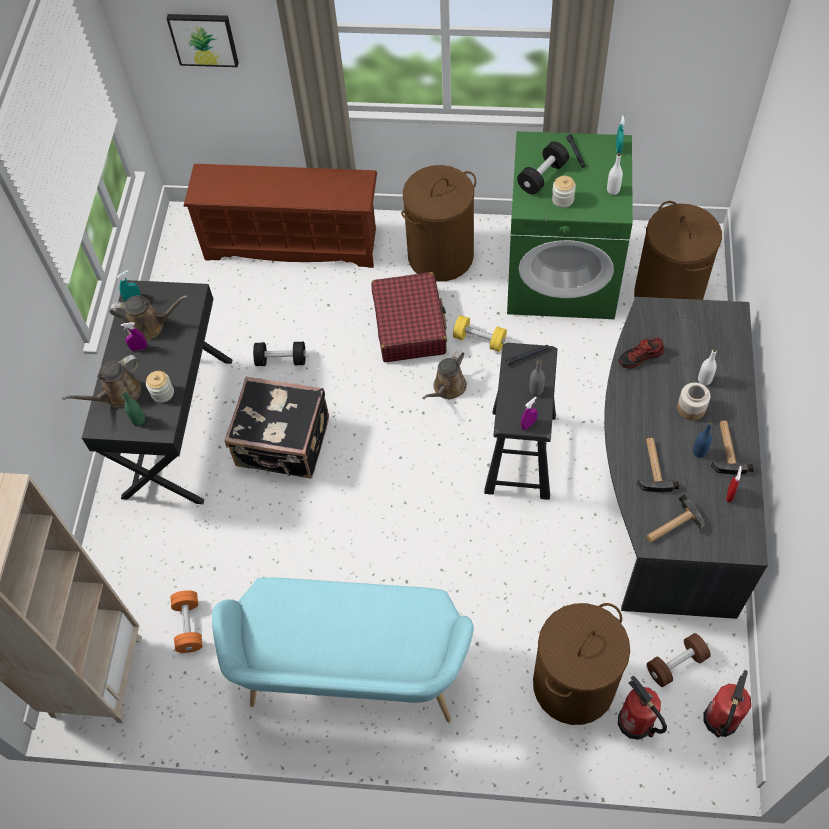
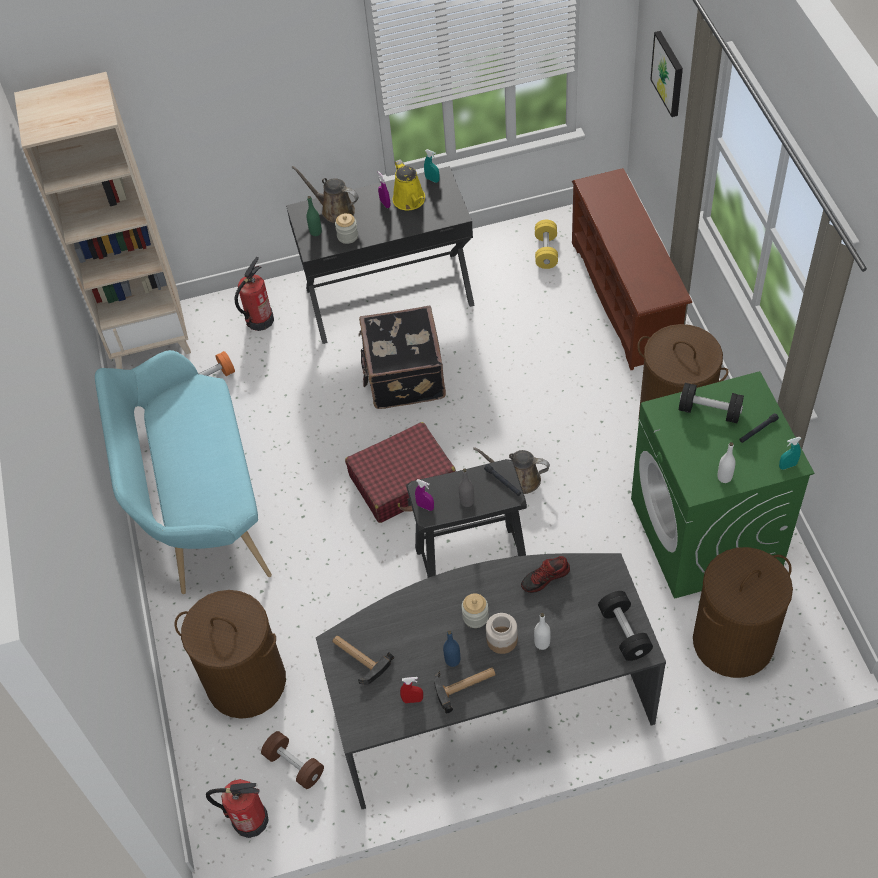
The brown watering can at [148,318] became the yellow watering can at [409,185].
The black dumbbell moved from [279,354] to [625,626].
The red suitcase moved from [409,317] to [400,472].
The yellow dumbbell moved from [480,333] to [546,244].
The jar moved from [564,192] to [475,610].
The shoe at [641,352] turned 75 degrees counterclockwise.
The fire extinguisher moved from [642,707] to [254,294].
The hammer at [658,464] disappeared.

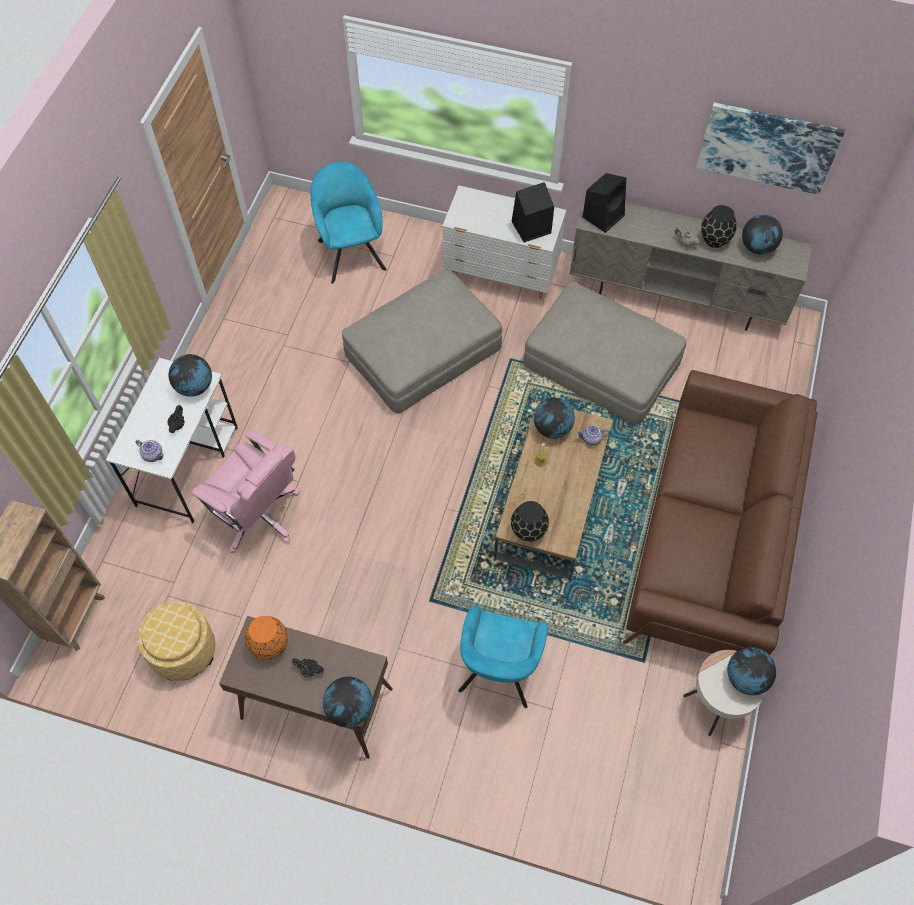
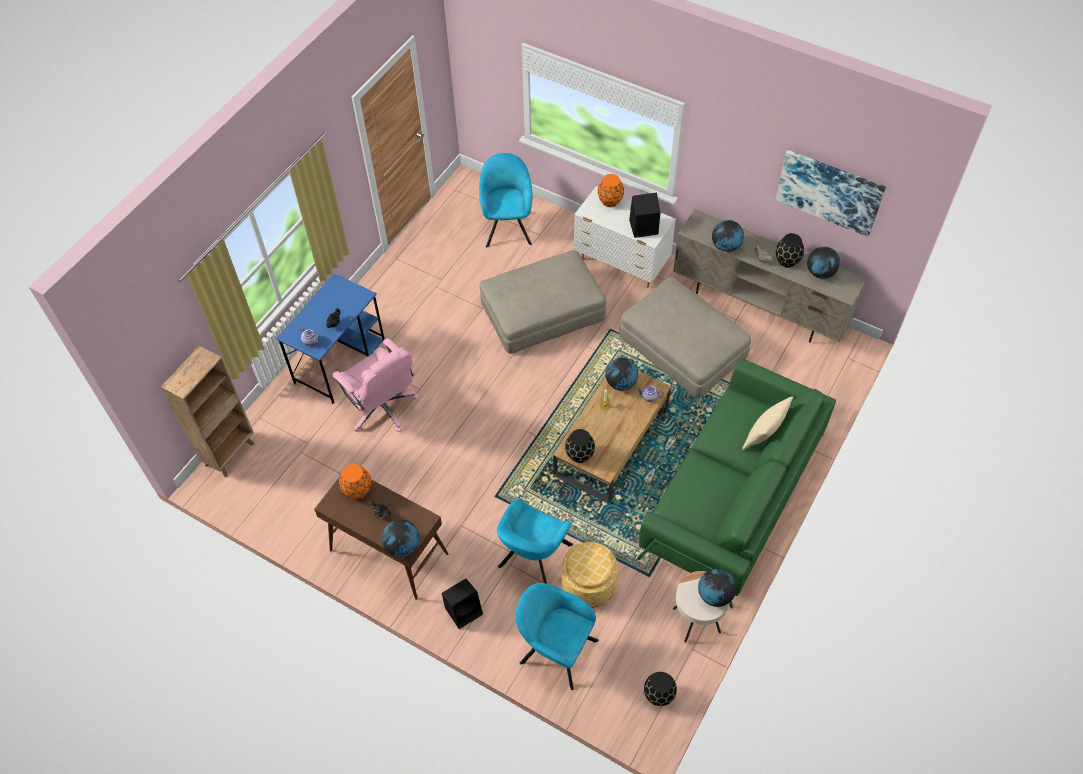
The white desk at [172,440] became the blue desk at [330,338].
The ottoman moved from [176,641] to [589,575].
The globe moved from [190,375] to [728,236].
The black speaker moved from [604,203] to [462,604].
The brown sofa at [720,512] became the green sofa at [736,483].
The turquoise armchair at [557,636] appeared.
The orange vase at [611,190] appeared.
The black vase at [660,689] appeared.
The beige pillow at [768,423] appeared.

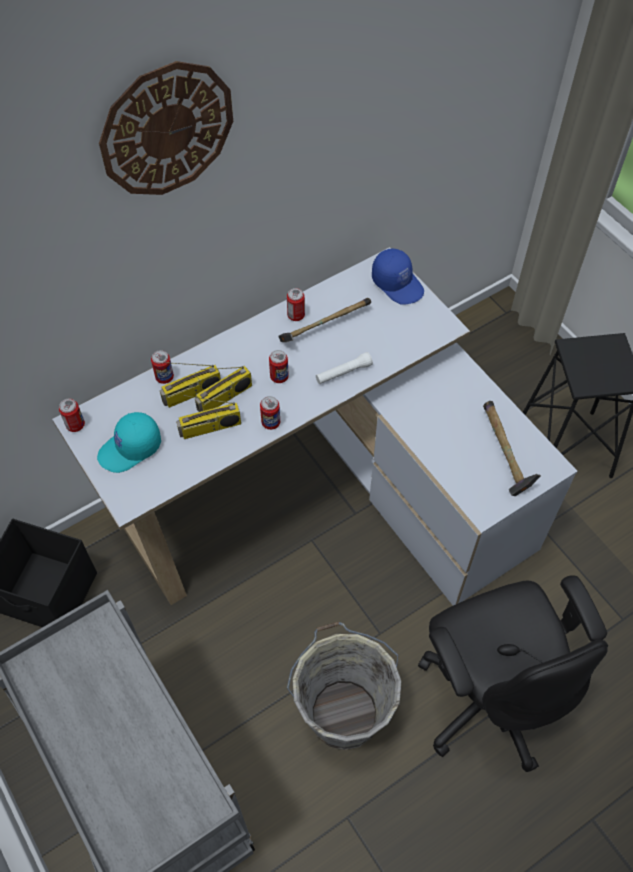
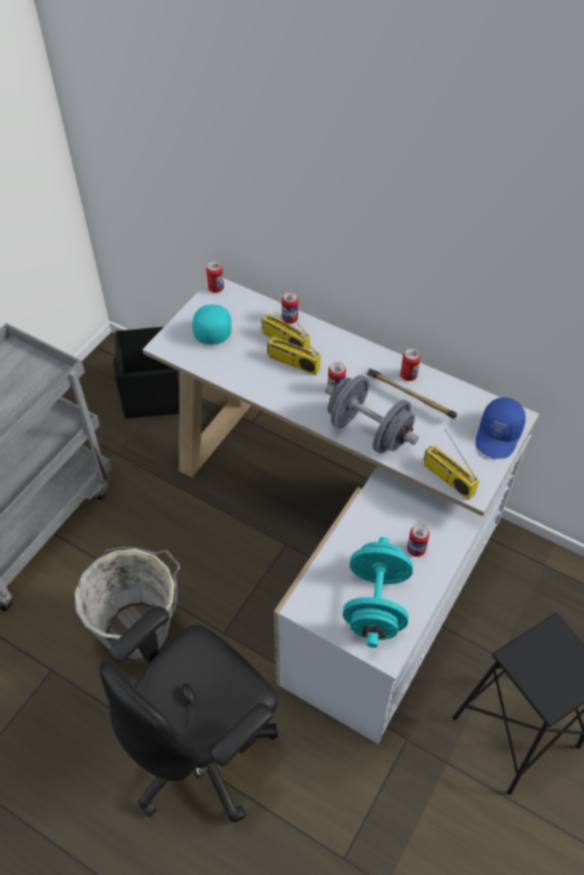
The turquoise cap at [129,442] turned 60 degrees clockwise.
The wall clock at [166,128] disappeared.
The radio moved from [208,417] to [451,464].
The can moved from [270,413] to [418,540].
The white flashlight at [344,368] was replaced by the grey dumbbell at [372,414].
The hammer at [512,448] was replaced by the turquoise dumbbell at [378,592].

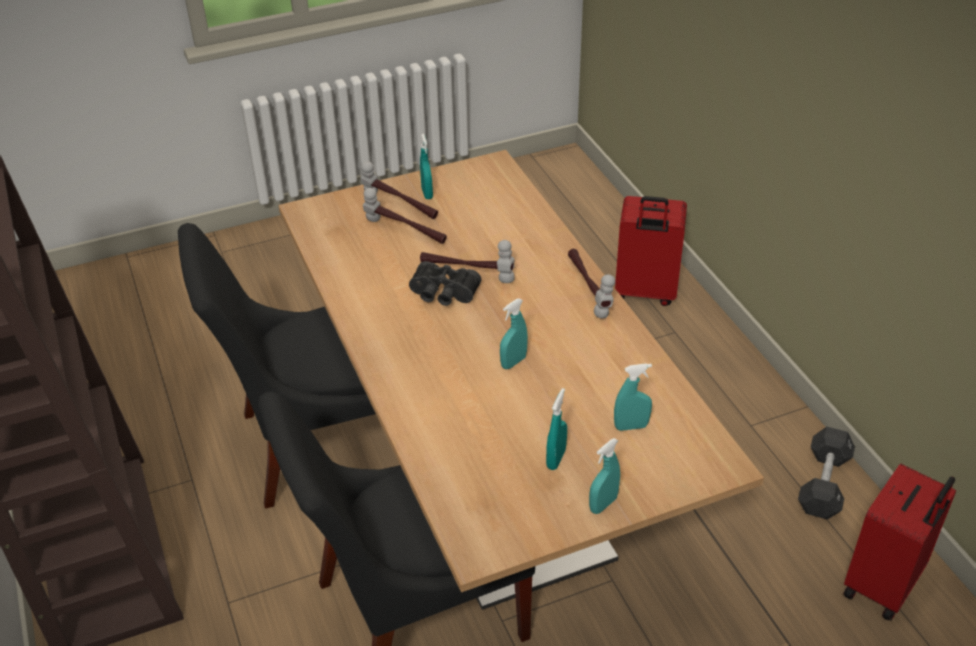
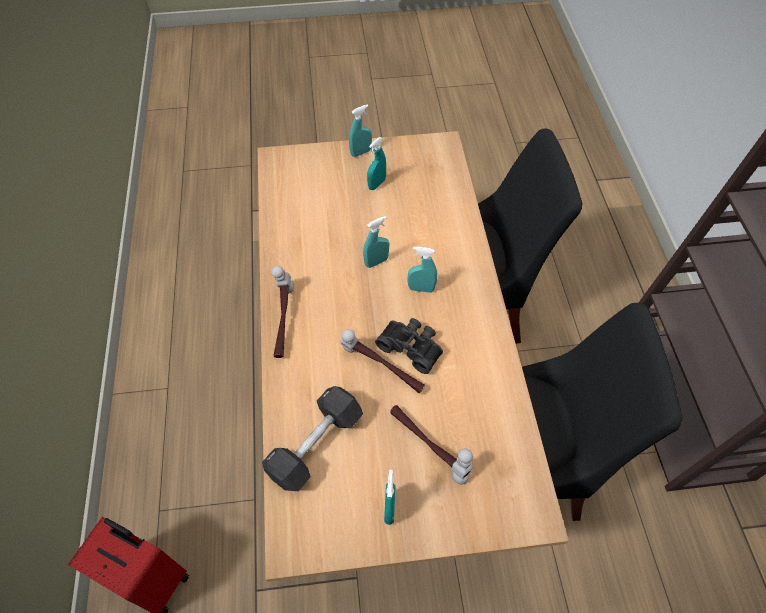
The hammer at [399,190] disappeared.
The turquoise spray bottle moved from [633,397] to [422,270].
The black dumbbell moved from [826,473] to [312,438].
The red suitcase at [899,542] disappeared.

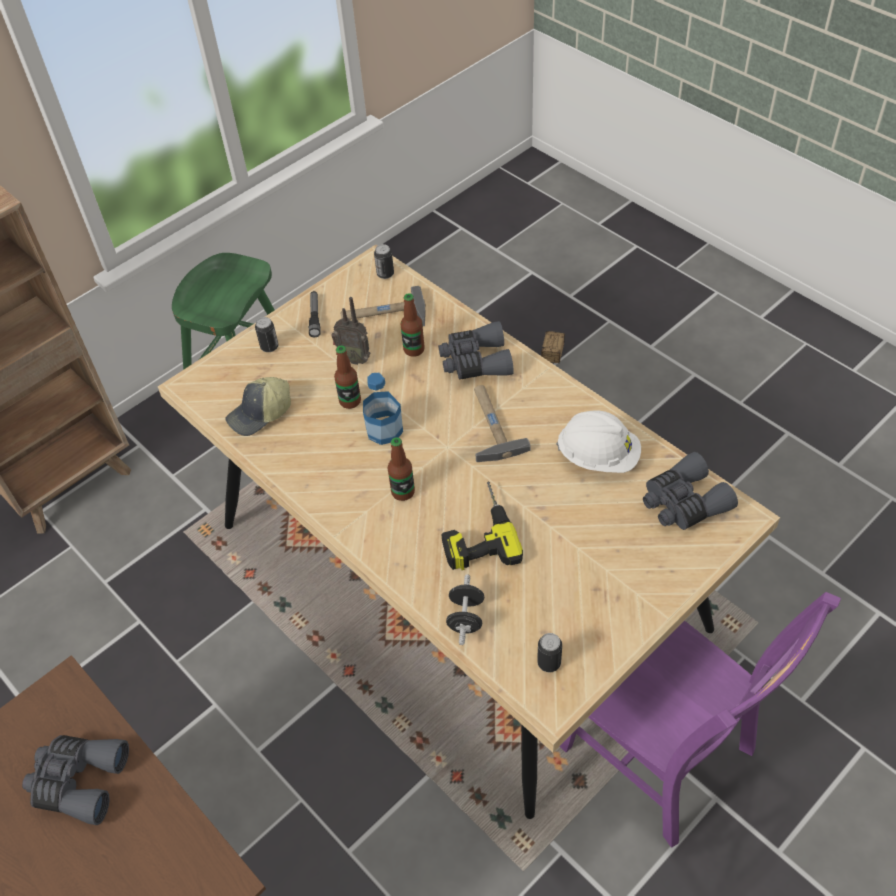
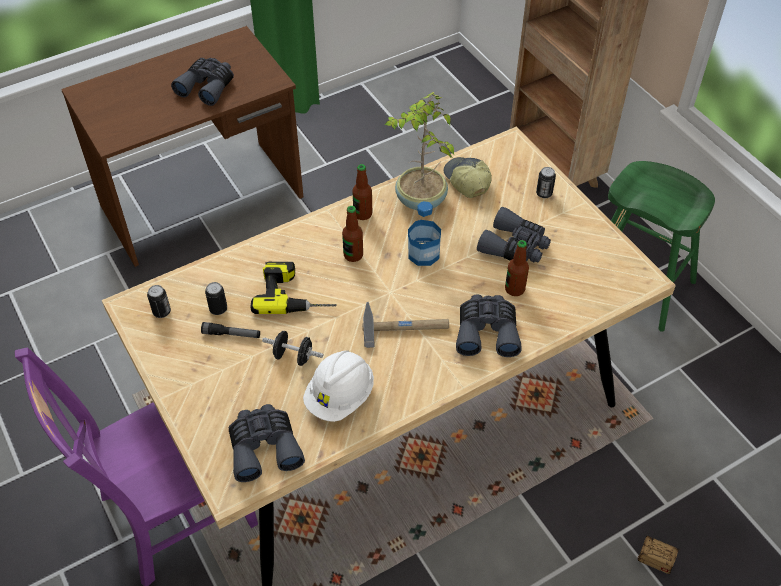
The flashlight moved from [314,314] to [230,330].
The radio at [350,331] was replaced by the grey binoculars at [514,234].
The bottle moved from [347,377] to [362,192].
The hammer at [383,306] disappeared.
The can moved from [384,261] to [216,298].
The black dumbbell moved from [465,609] to [293,348].
The potted plant at [419,151] appeared.

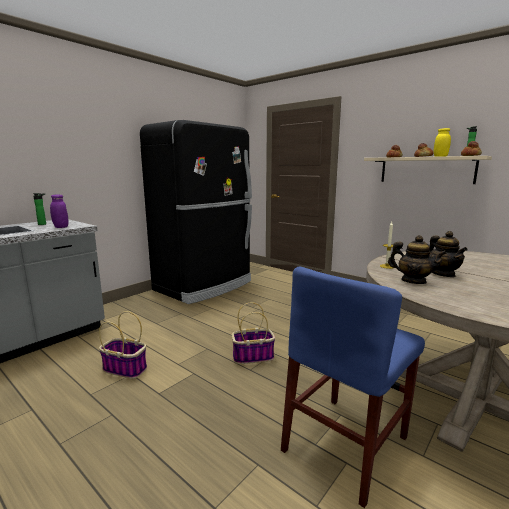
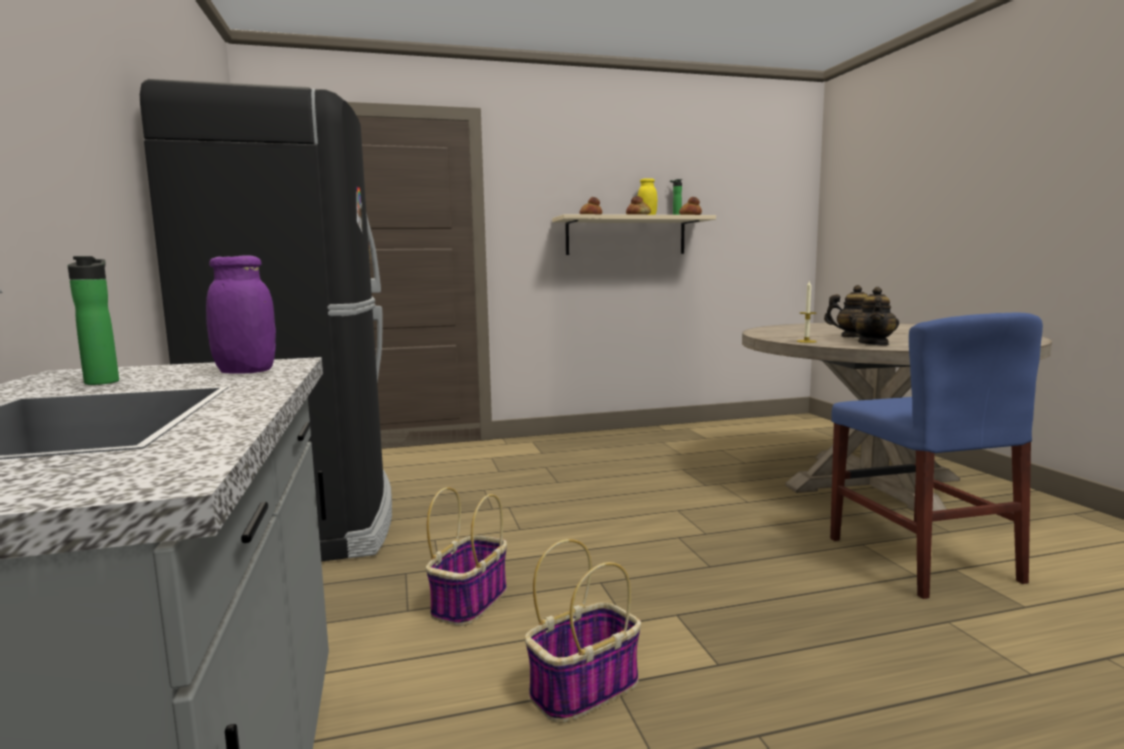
The basket moved from [253,333] to [466,556].
The teapot at [417,259] turned 135 degrees clockwise.

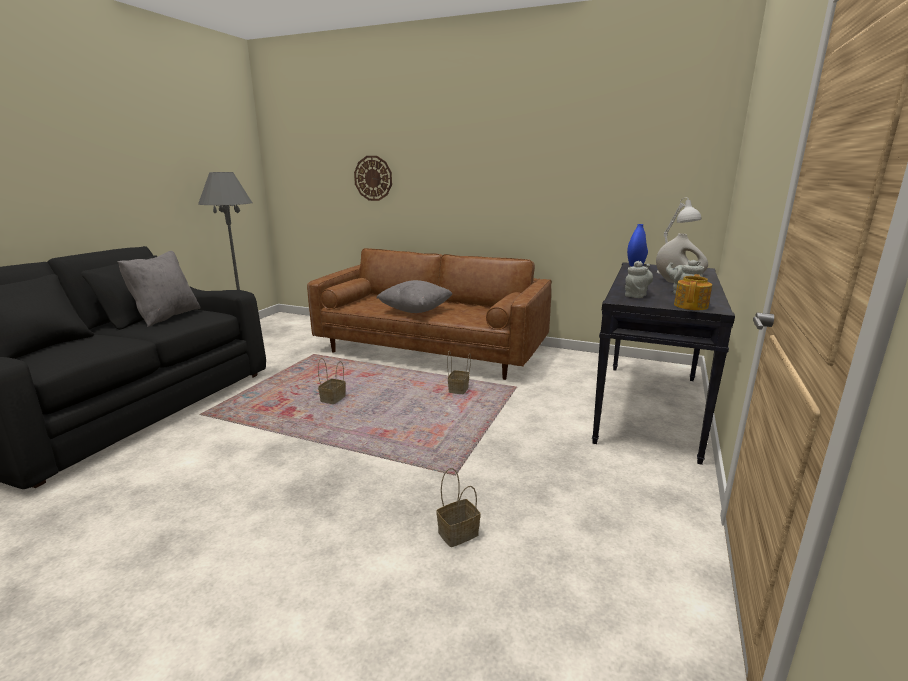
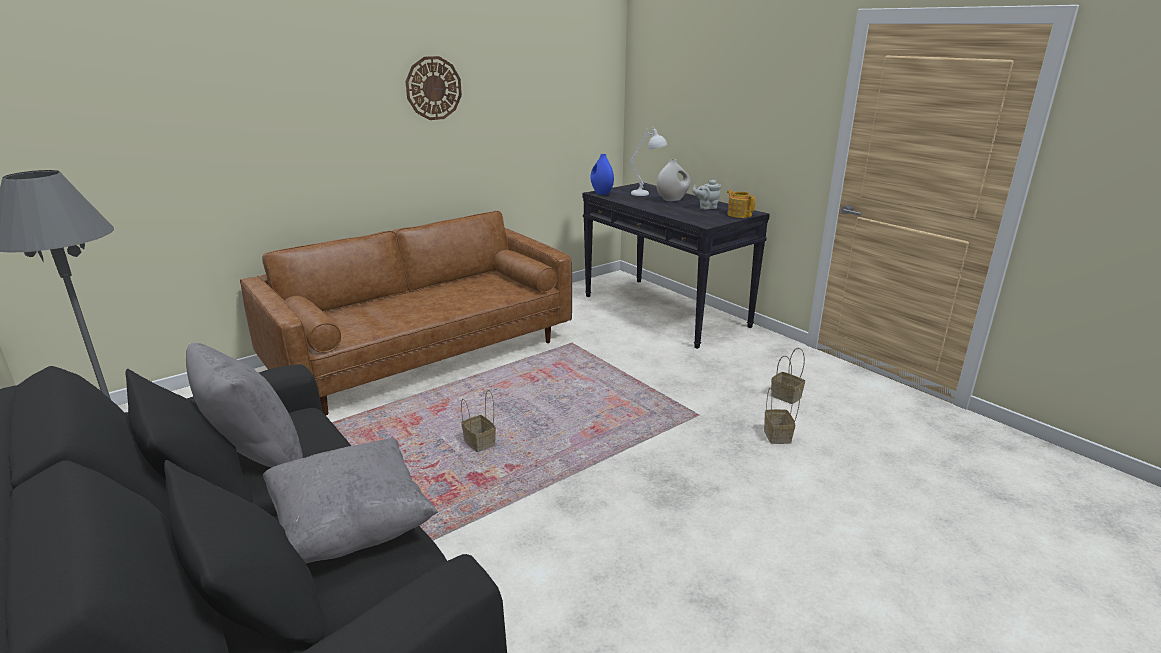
The wall clock moved from [373,178] to [433,88].
The grey pillow moved from [414,296] to [350,501].
The basket moved from [459,373] to [788,376].
The grey teapot at [639,279] disappeared.

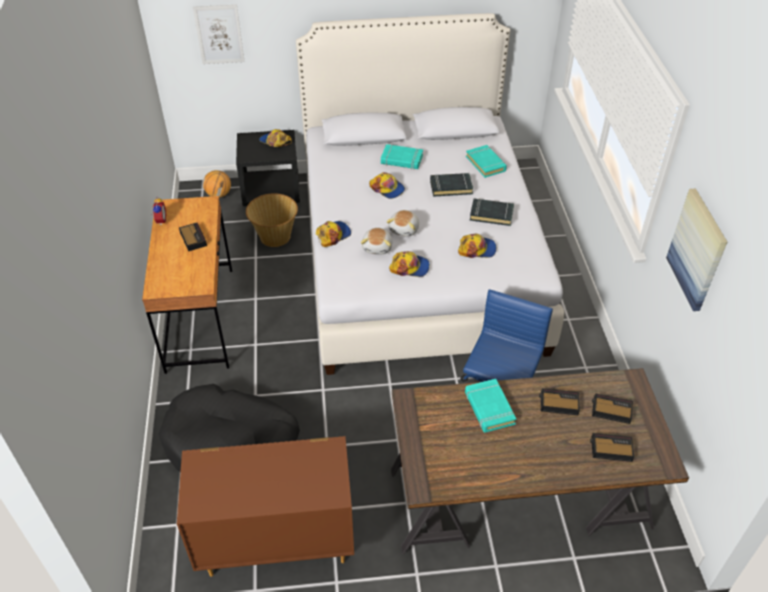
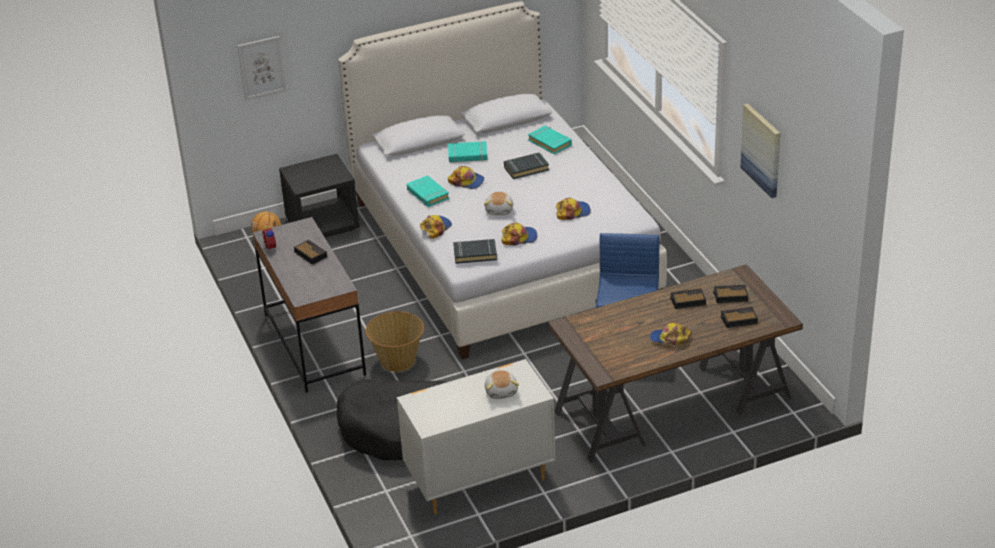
The brown desk at [187,285] became the grey desk at [309,305].
The brown dresser at [265,506] became the white dresser at [476,437].
The basket moved from [272,220] to [395,341].
The cap moved from [275,138] to [671,334].
The plush toy moved from [376,241] to [502,384].
The turquoise book moved from [490,406] to [428,191].
The black book moved from [492,212] to [475,251].

